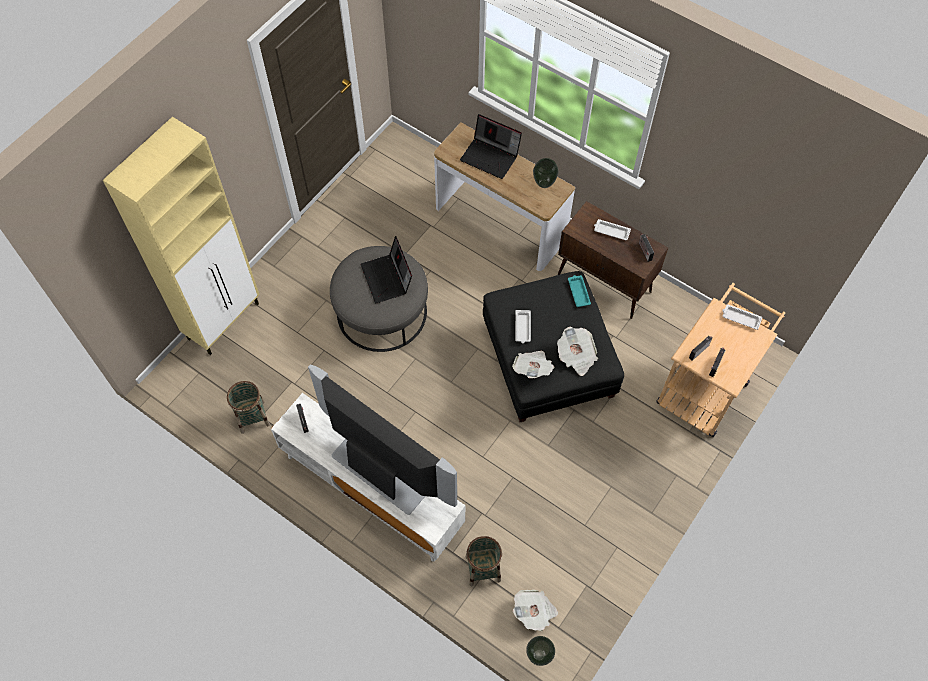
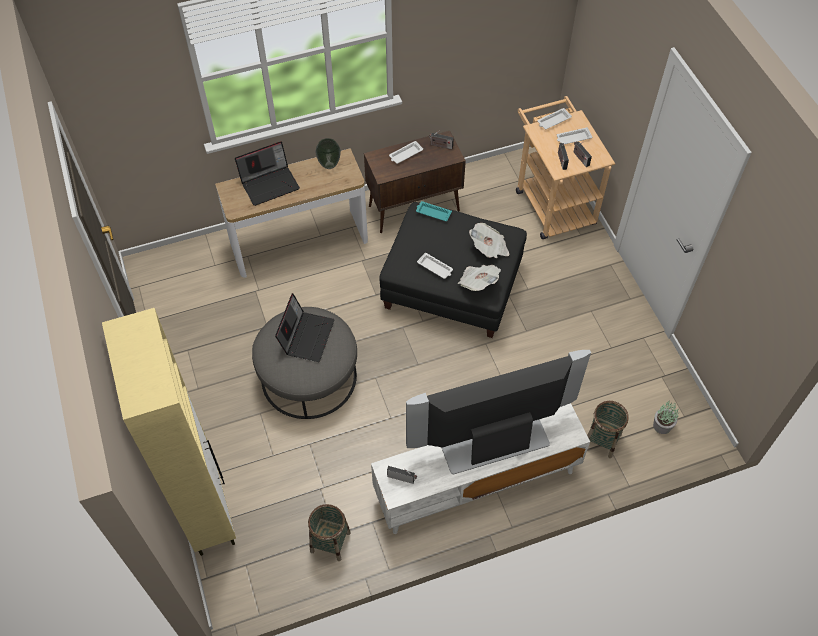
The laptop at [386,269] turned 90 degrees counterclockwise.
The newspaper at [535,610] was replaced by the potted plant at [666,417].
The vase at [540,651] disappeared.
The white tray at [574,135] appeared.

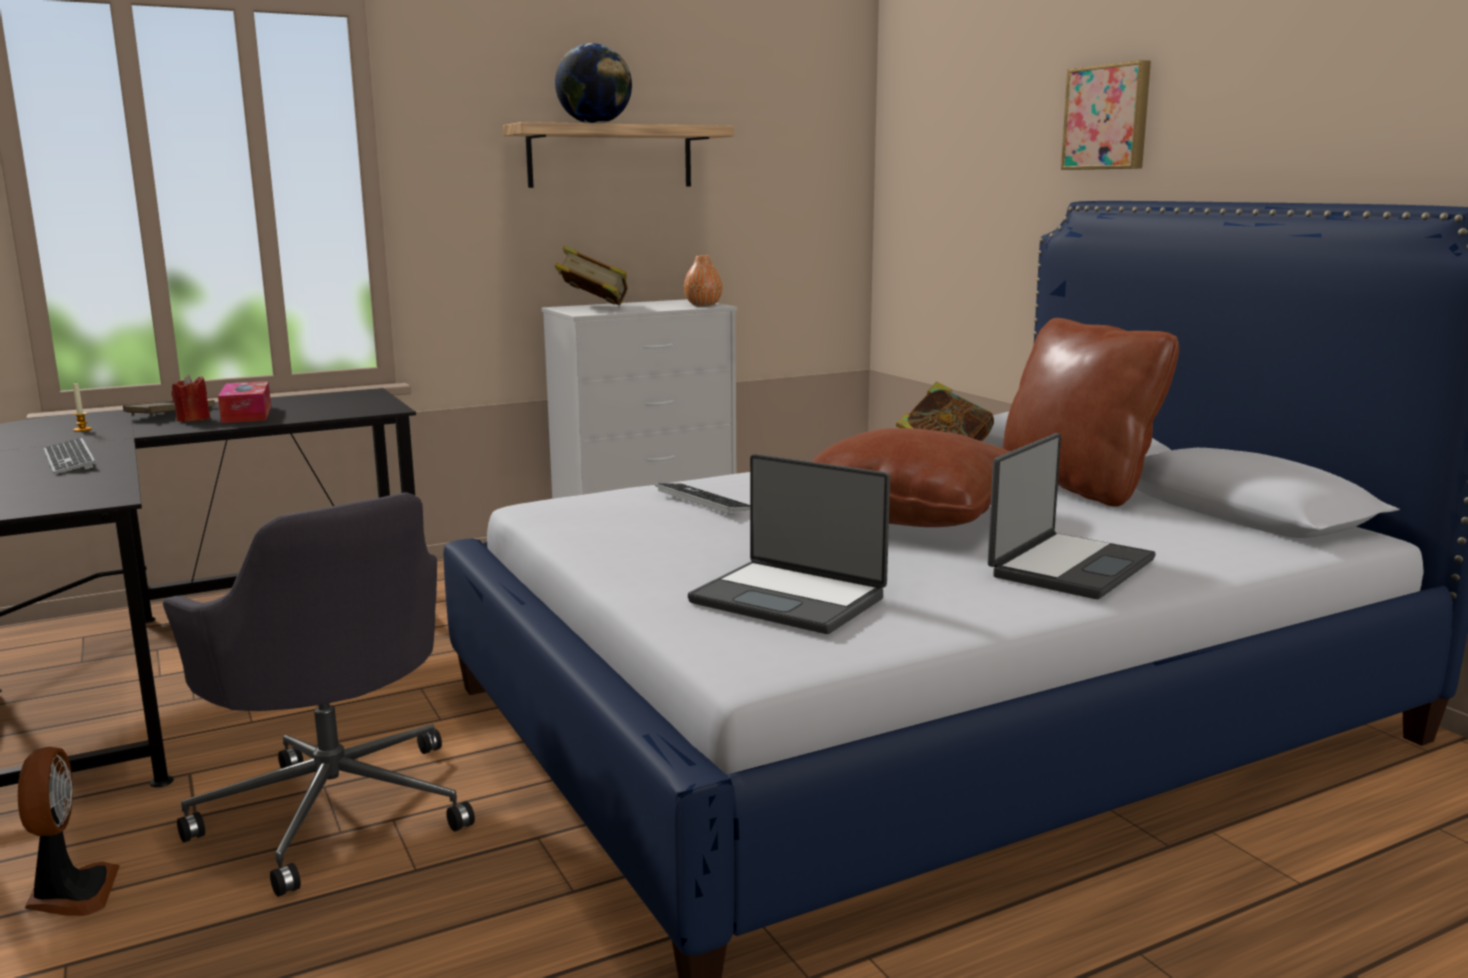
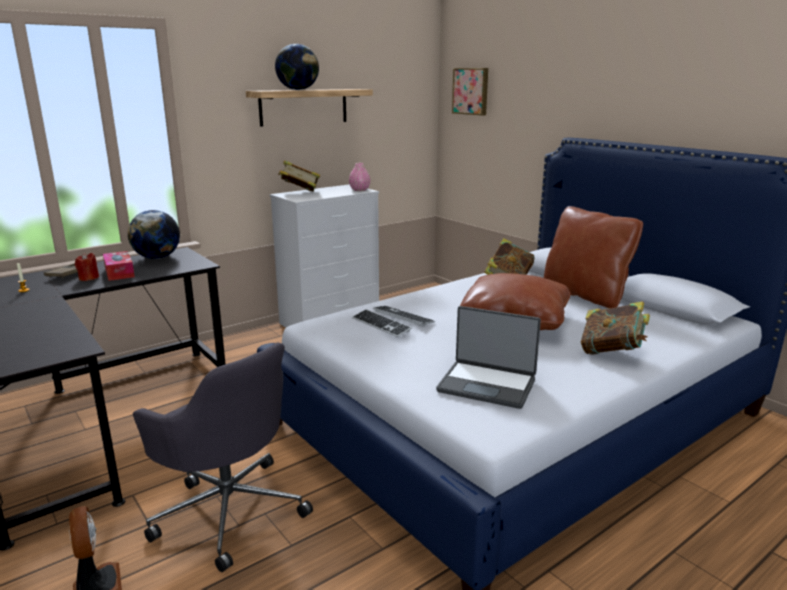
The keyboard moved from [69,456] to [382,323].
The orange vase at [703,280] became the pink vase at [359,177].
The laptop at [1072,516] was replaced by the book at [615,328].
The picture moved from [1106,115] to [470,92].
The globe at [154,234] appeared.

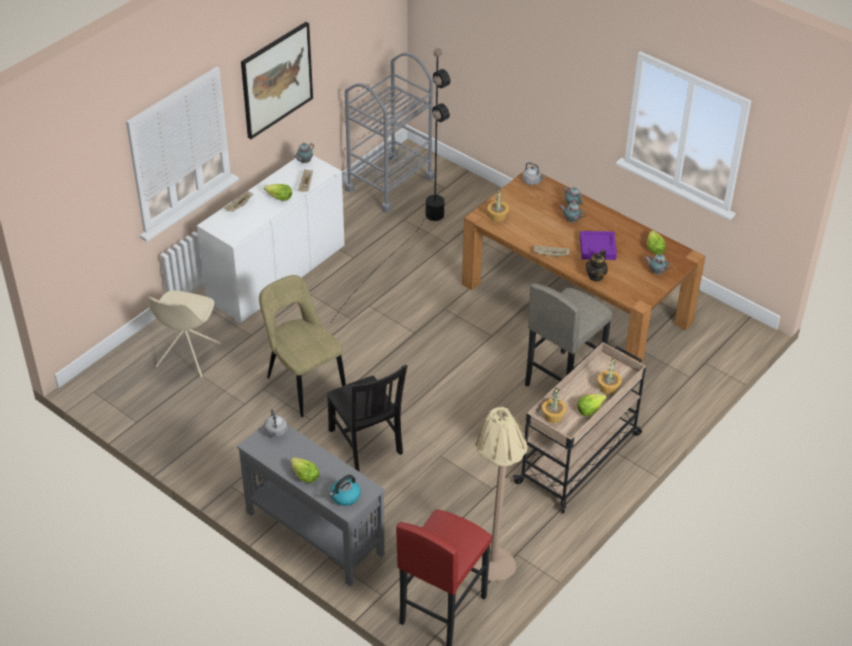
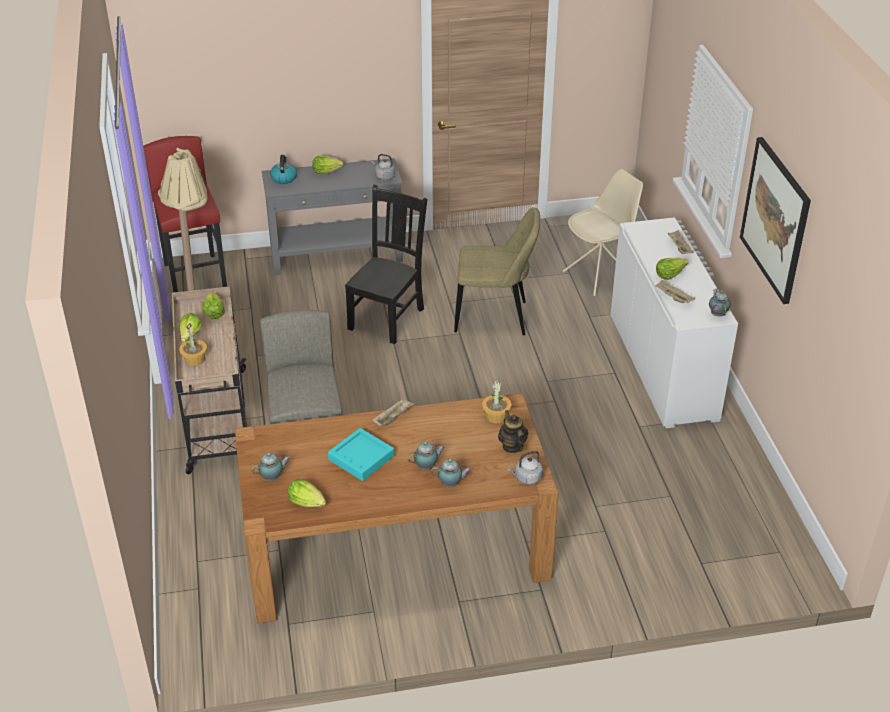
The beige chair at [184,333] turned 90 degrees clockwise.
The black chair at [367,417] turned 105 degrees clockwise.
The black floor lamp at [391,185] disappeared.
The grey cart at [390,132] disappeared.
The potted plant at [554,405] was replaced by the lettuce at [213,305].
The purple tray at [598,245] became the turquoise tray at [361,454].
The teapot moved from [597,266] to [513,431].

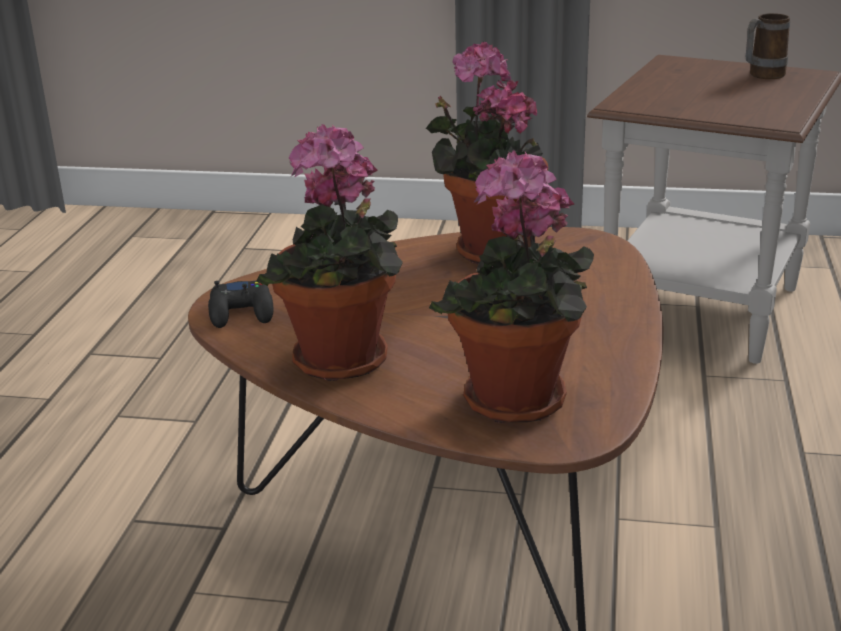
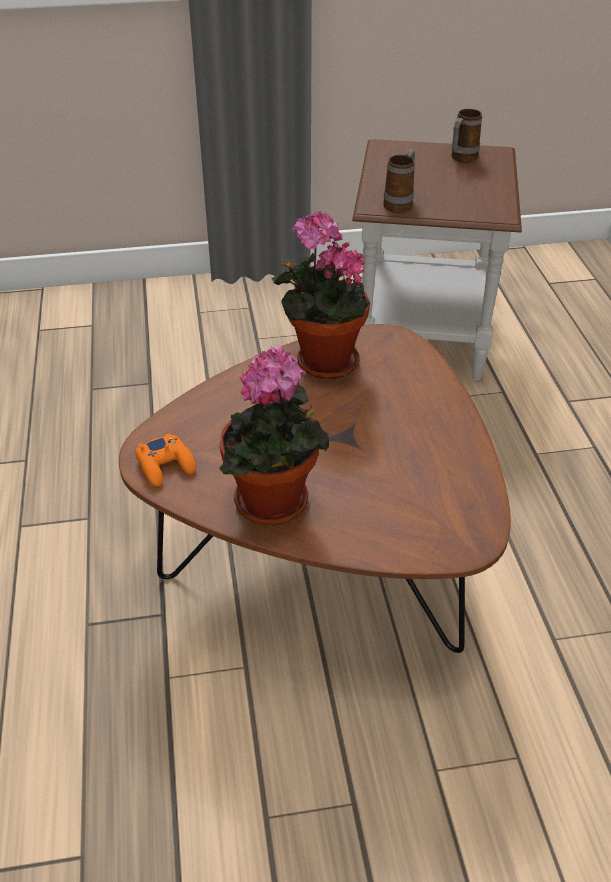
The black game controller at [241,304] became the orange game controller at [165,460].
The potted plant at [511,286] disappeared.
The mug at [399,181] appeared.

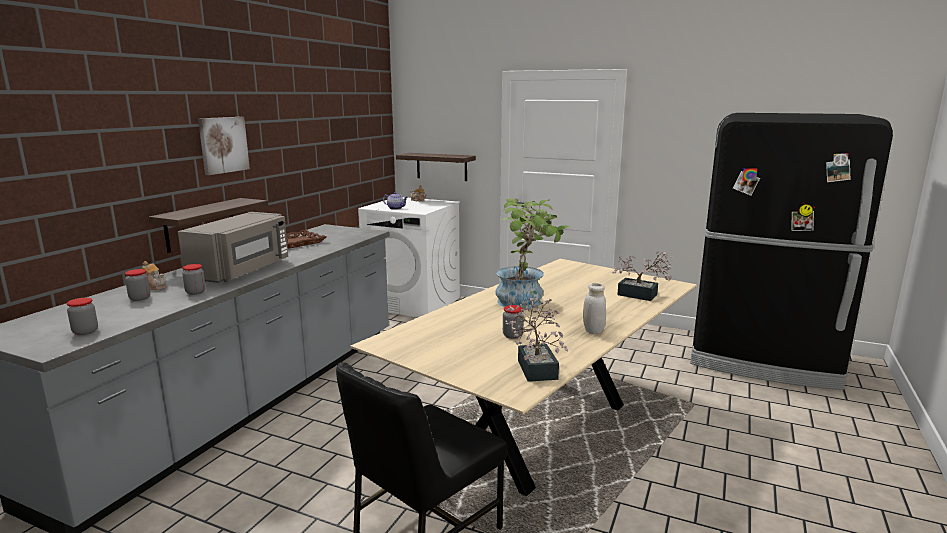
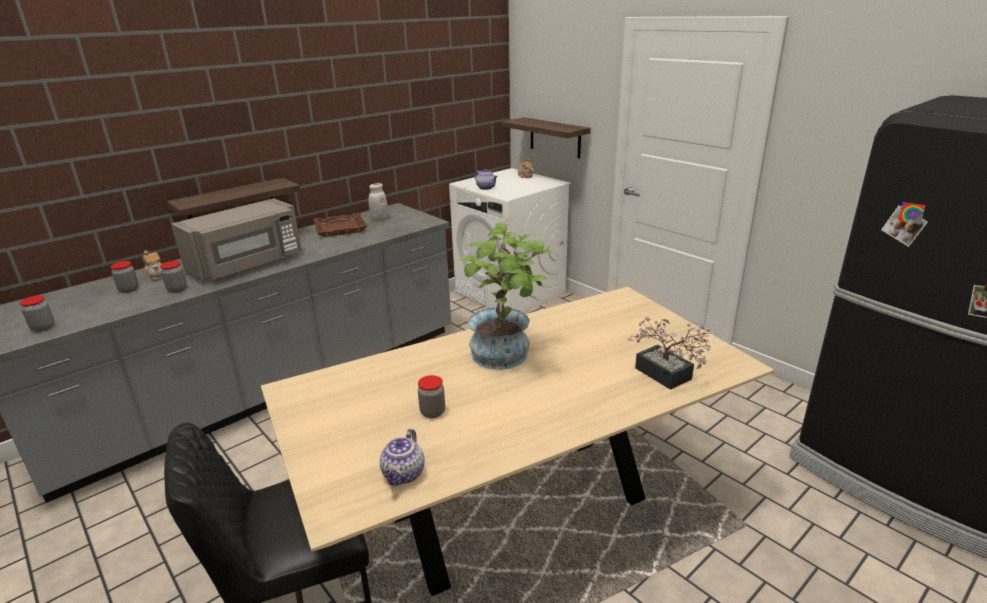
The picture at [224,146] disappeared.
The potted plant at [536,340] was replaced by the teapot at [402,457].
The white jar moved from [594,308] to [378,202].

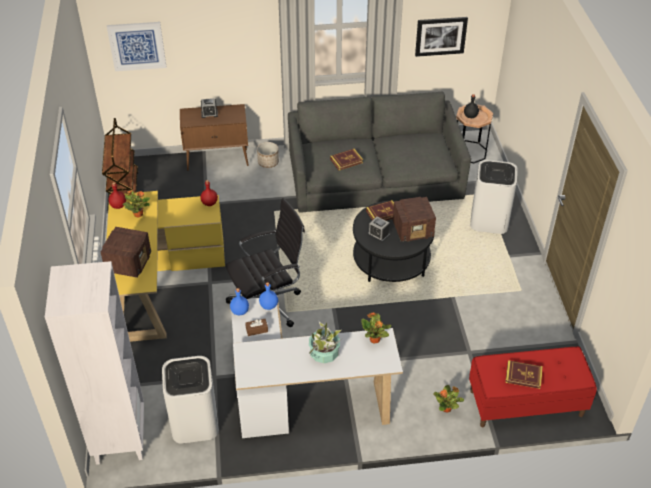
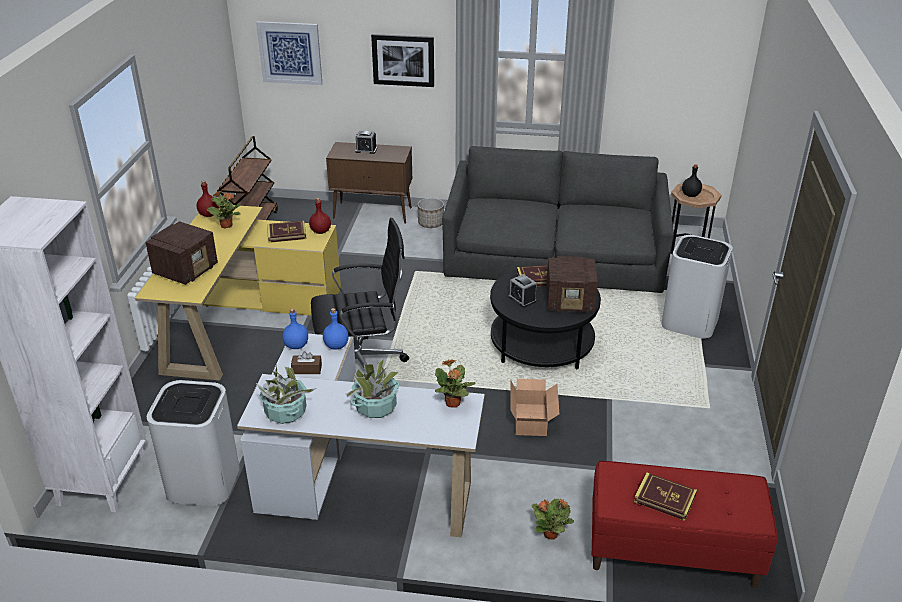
The book moved from [346,159] to [287,232].
The picture moved from [441,37] to [402,60].
The potted plant at [286,395] appeared.
The cardboard box at [534,407] appeared.

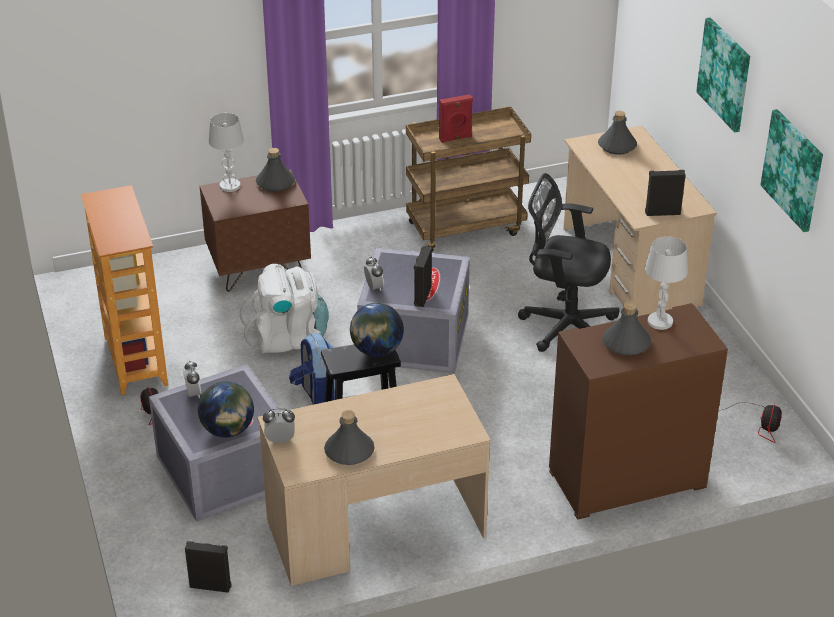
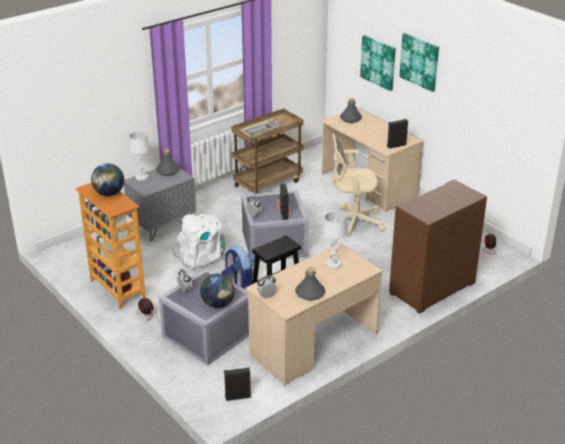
The brown nightstand at [255,231] became the grey nightstand at [160,205].
The globe moved from [377,330] to [107,180].
The red speaker at [456,118] was replaced by the keyboard at [262,128].
The black office chair at [568,262] became the beige office chair at [358,184].
The grey bottle at [626,329] disappeared.
The white table lamp moved from [666,283] to [335,240].
The picture moved from [792,170] to [378,63].

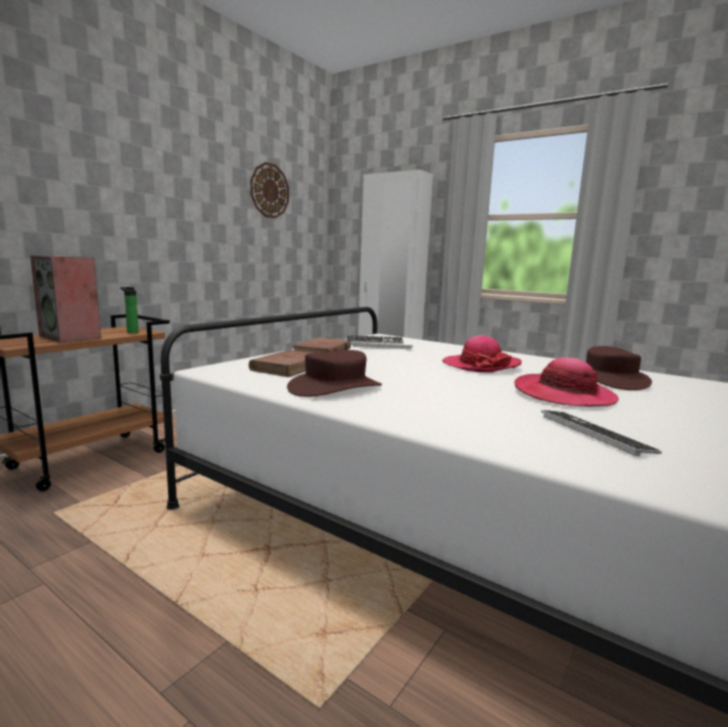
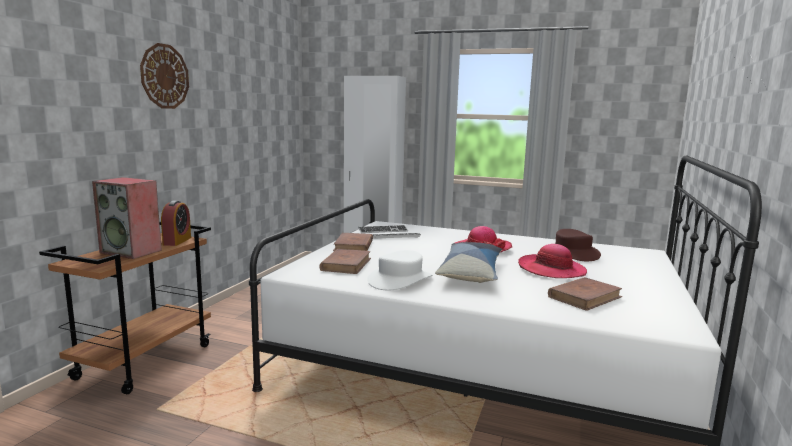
The bottle at [129,310] was replaced by the alarm clock at [176,223].
The wall clock moved from [269,190] to [164,76].
The brown hat at [334,373] became the white hat at [400,270].
The keyboard at [601,433] was replaced by the brown book at [585,294].
The pillow at [468,262] appeared.

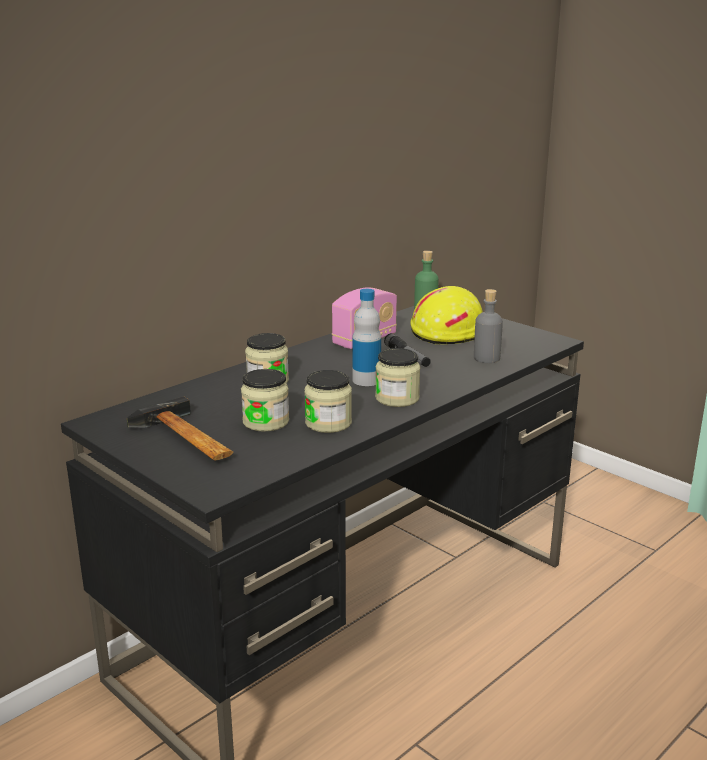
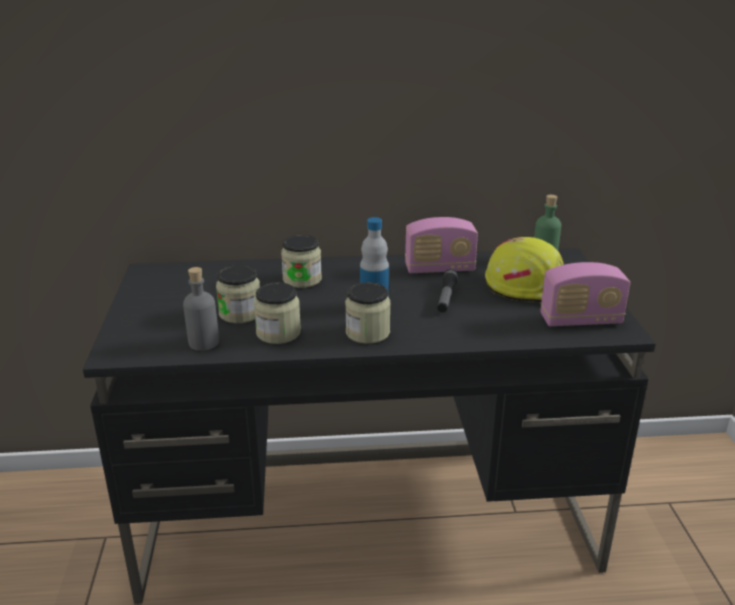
The hammer at [180,428] disappeared.
The grey bottle moved from [488,326] to [201,309].
The radio at [585,294] appeared.

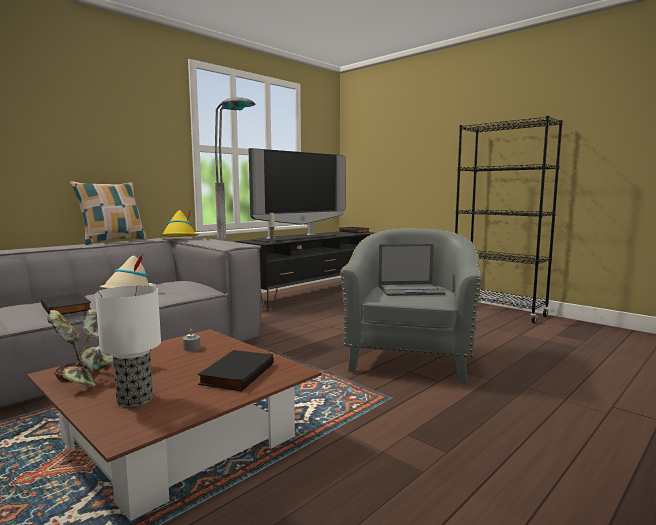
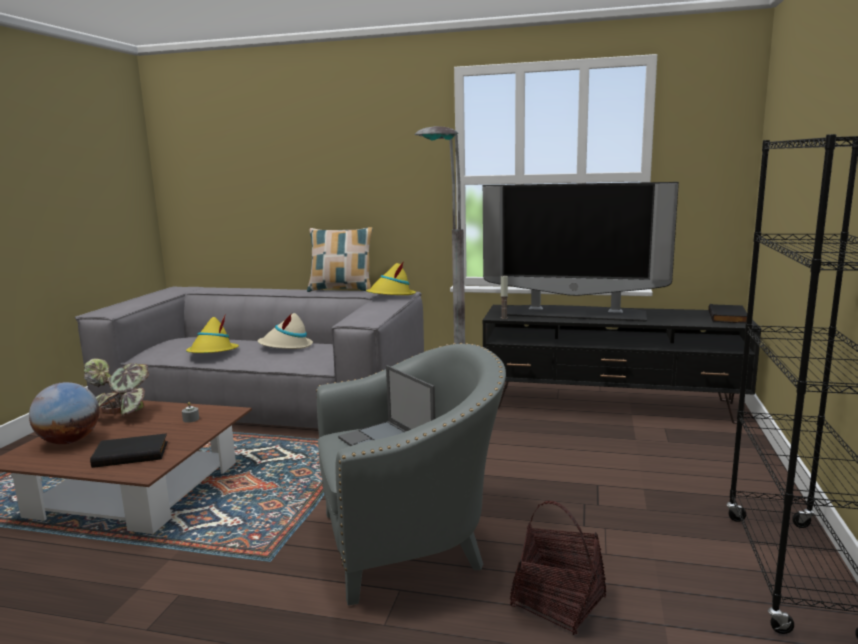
The black book at [66,304] was replaced by the yellow hat at [212,333].
The table lamp at [128,346] was replaced by the globe at [64,413].
The basket at [558,568] appeared.

